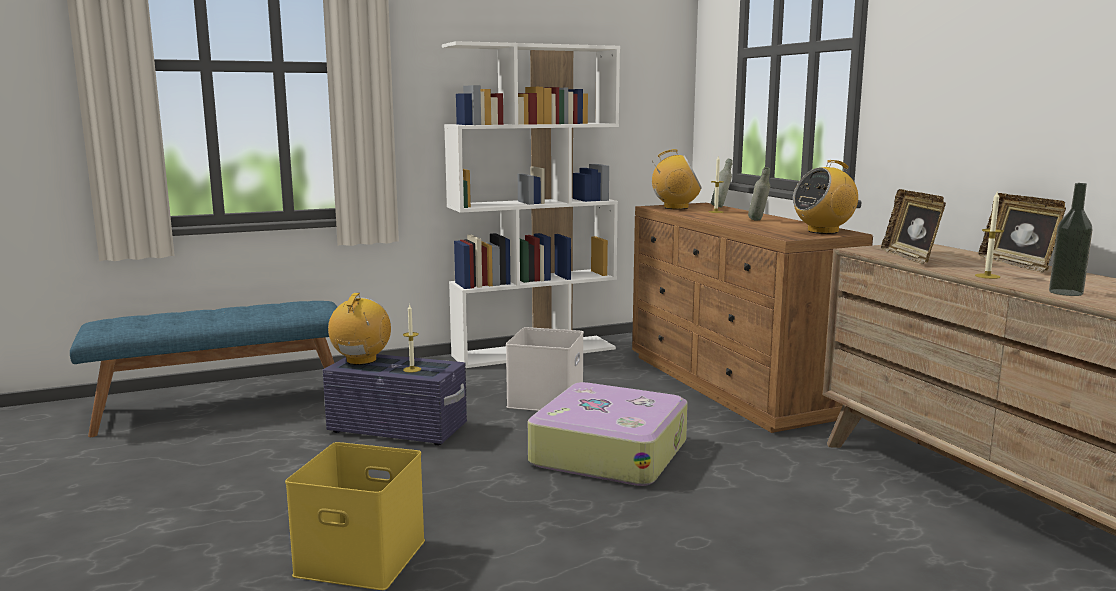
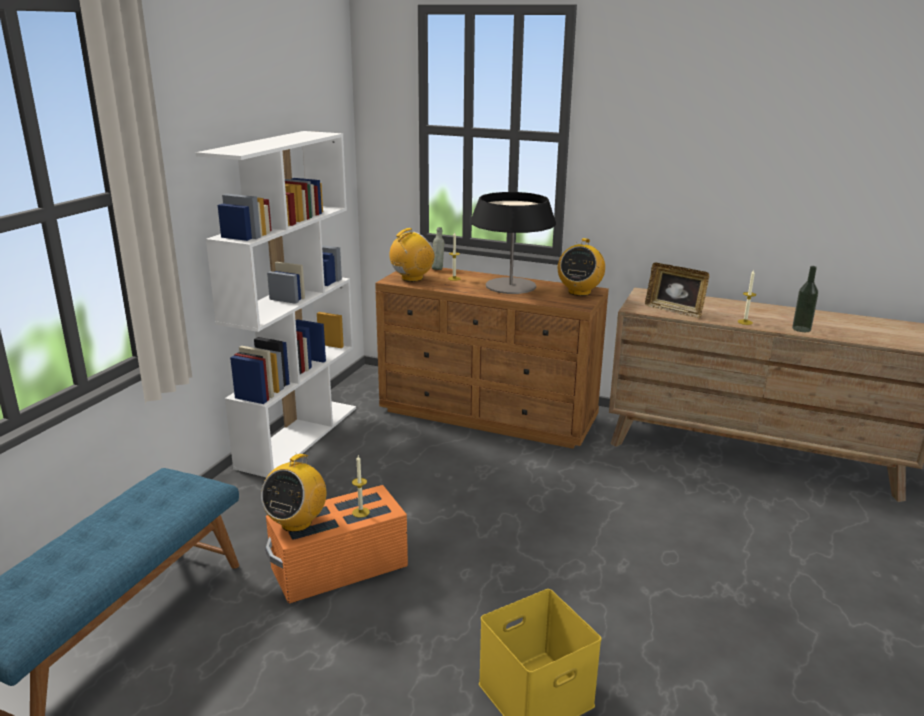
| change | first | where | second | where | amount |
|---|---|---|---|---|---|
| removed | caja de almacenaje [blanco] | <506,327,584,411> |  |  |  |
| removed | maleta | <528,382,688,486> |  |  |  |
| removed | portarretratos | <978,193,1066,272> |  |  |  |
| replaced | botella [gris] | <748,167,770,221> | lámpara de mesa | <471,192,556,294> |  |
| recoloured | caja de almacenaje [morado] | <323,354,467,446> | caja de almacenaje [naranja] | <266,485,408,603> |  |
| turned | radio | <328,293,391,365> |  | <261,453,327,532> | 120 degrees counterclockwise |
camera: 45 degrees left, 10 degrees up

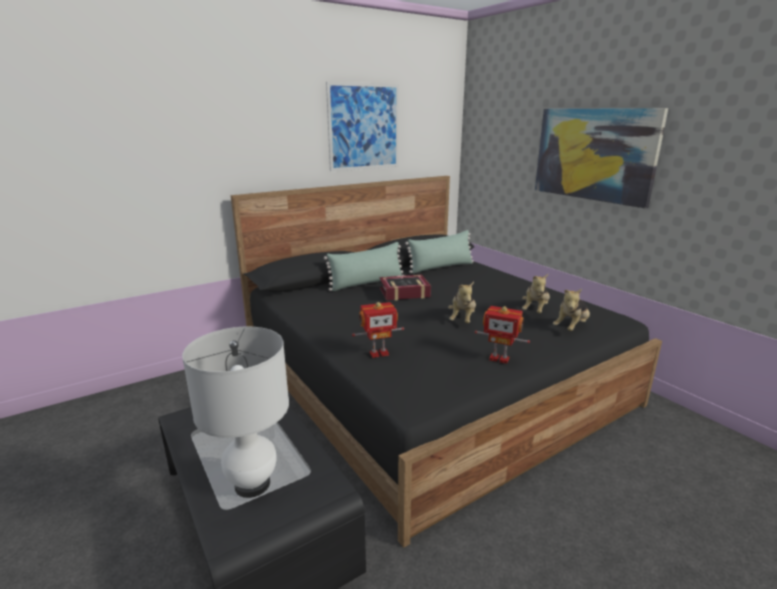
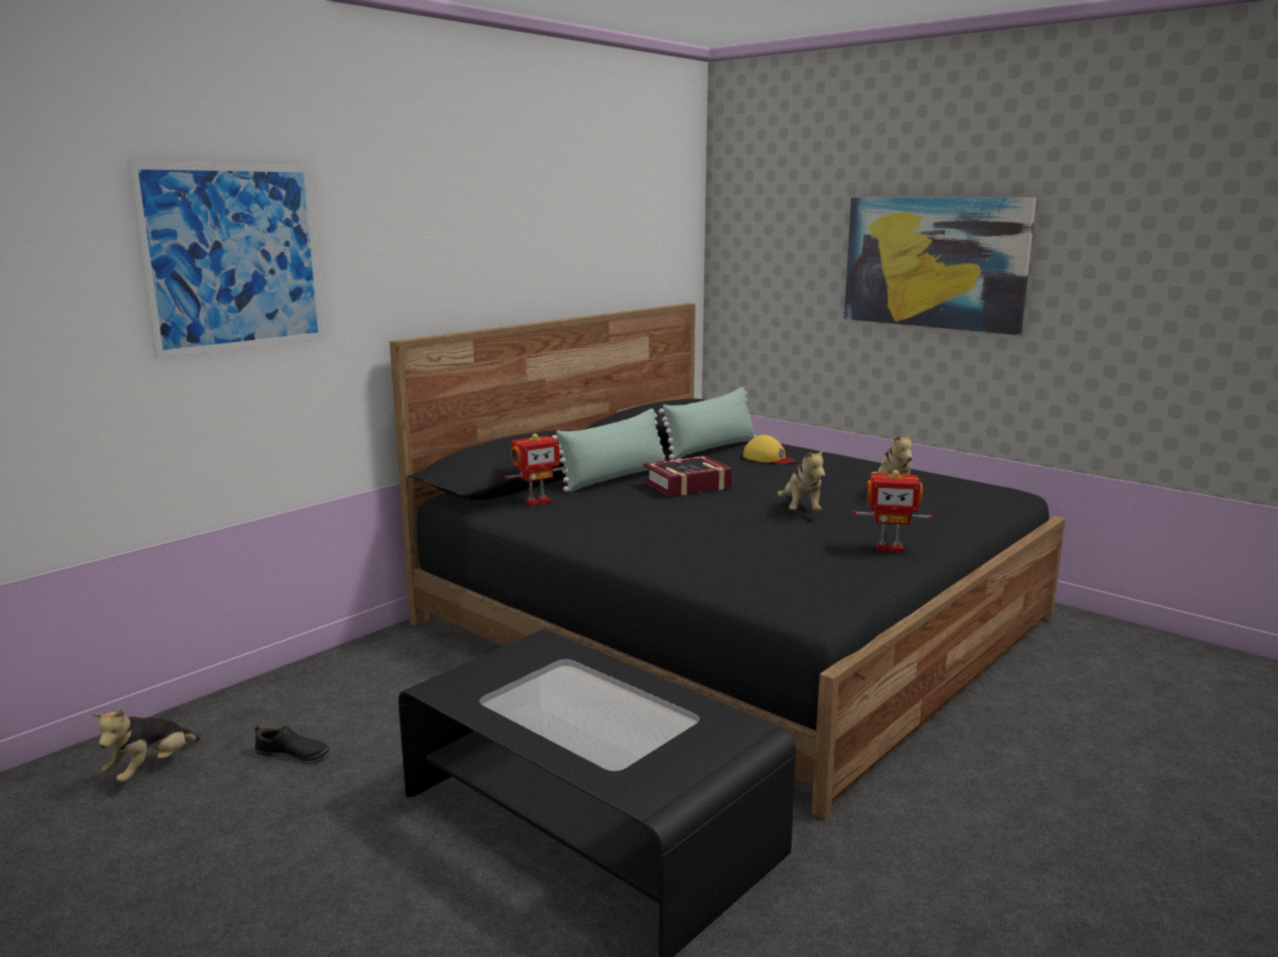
| change | first | where | second | where | amount |
|---|---|---|---|---|---|
| removed | lámpara de mesa [blanco] | <182,327,289,498> |  |  |  |
| added |  |  | zapato [negro] | <254,726,330,761> |  |
| added |  |  | gorra [amarillo] | <743,435,795,464> |  |
| moved | cuadro | <326,82,399,172> |  | <127,161,325,359> |  |
| moved | robot de juguete | <352,302,404,358> |  | <505,434,566,506> |  |
| moved | peluche | <553,289,590,331> |  | <92,709,200,783> |  |
camera: 15 degrees left, 5 degrees down

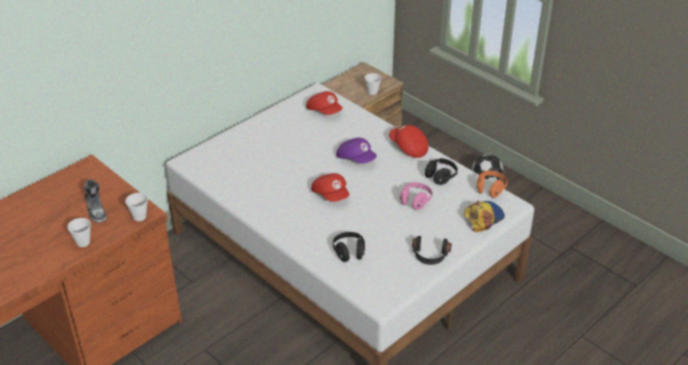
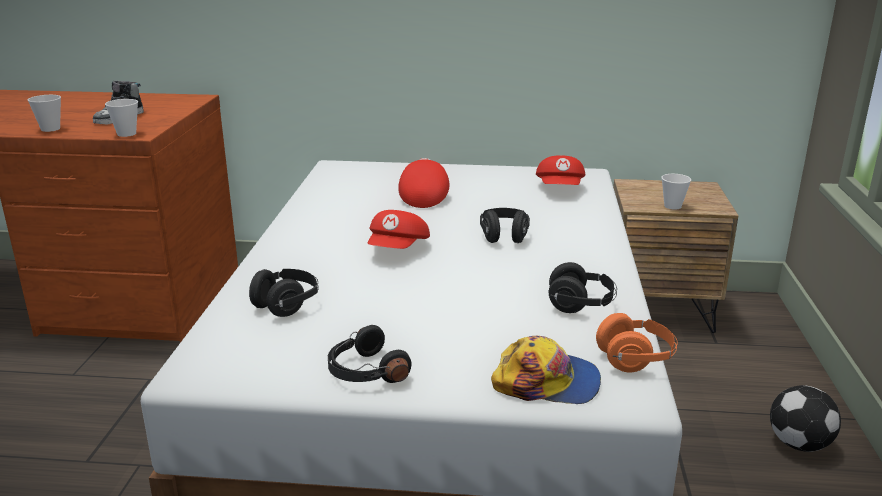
| change | first | where | second | where | amount |
|---|---|---|---|---|---|
| removed | auriculares [rosa] | <400,182,433,210> |  |  |  |
| moved | gorra [rojo] | <389,125,428,158> |  | <398,158,450,208> |  |
| replaced | gorra [morado] | <336,138,377,164> | auriculares [negro] | <480,208,530,243> |  |
camera: 50 degrees right, 15 degrees down

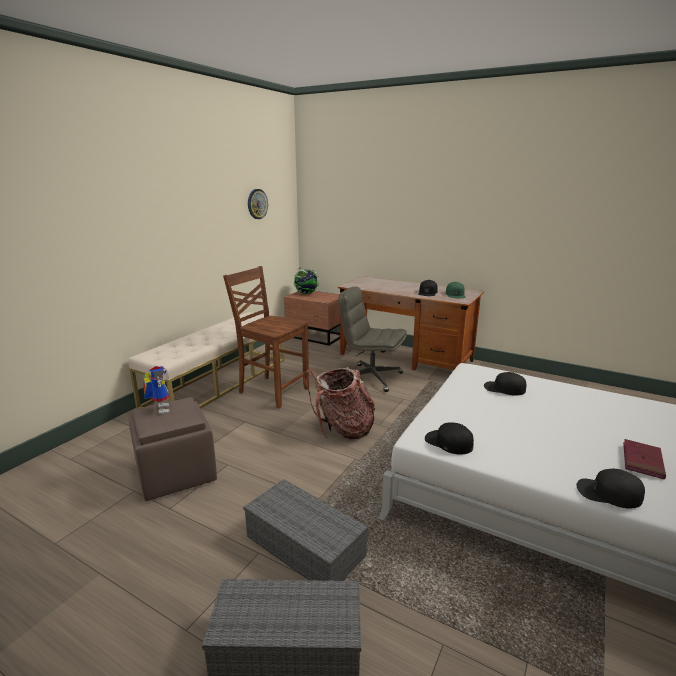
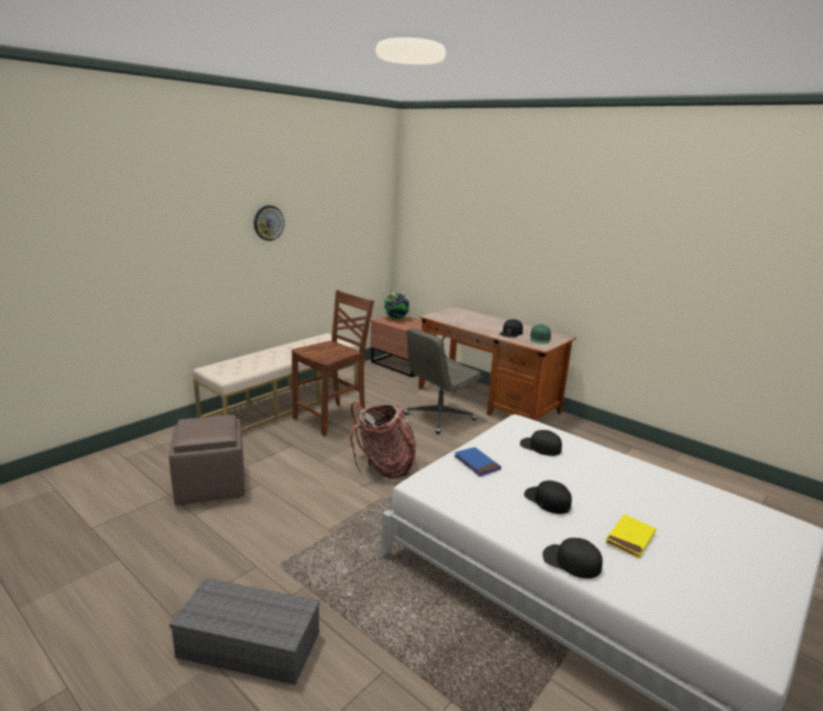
| change | first | where | second | where | amount |
|---|---|---|---|---|---|
| removed | robot de juguete | <143,366,169,414> |  |  |  |
| removed | caja de almacenaje [gris] | <243,479,368,581> |  |  |  |
| added |  |  | libro [azul] | <454,447,501,476> |  |
| moved | reloj de pared | <248,189,268,219> |  | <254,205,284,241> |  |
| moved | gorra [negro] | <425,422,474,455> |  | <524,480,572,514> |  |
| recoloured | libro [rojo] | <623,439,666,479> | libro [amarillo] | <605,514,656,558> |  |
| turned | silla [marrón] | <223,266,309,408> |  | <291,290,374,436> | 90 degrees clockwise |
| turned | silla de oficina [gris] | <338,287,407,392> |  | <404,328,481,434> | 75 degrees counterclockwise |
camera: 10 degrees right, 0 degrees up

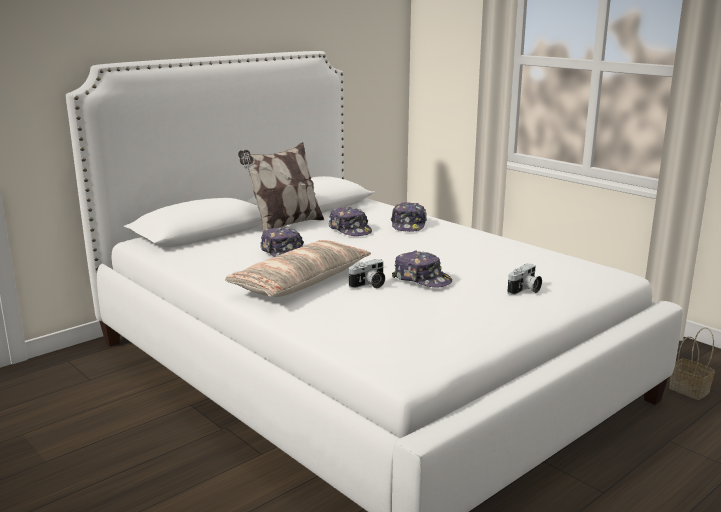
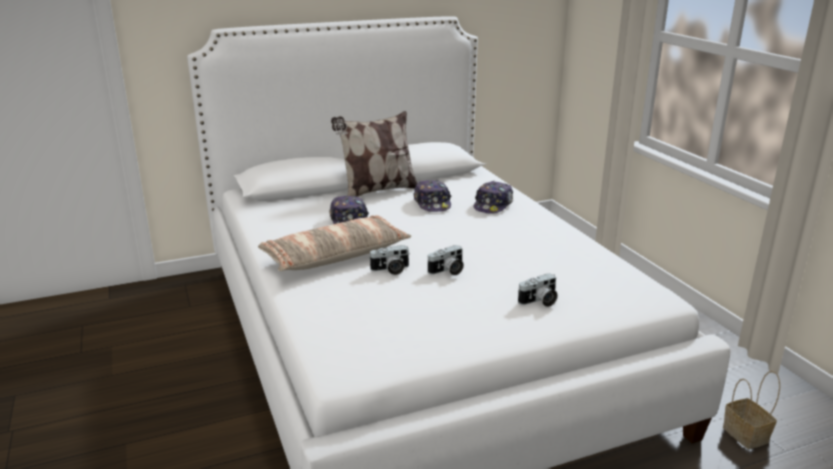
| change | first | where | second | where | amount |
|---|---|---|---|---|---|
| replaced | gorra | <392,250,452,288> | cámara | <427,245,464,275> |  |
camera: 20 degrees right, 5 degrees up

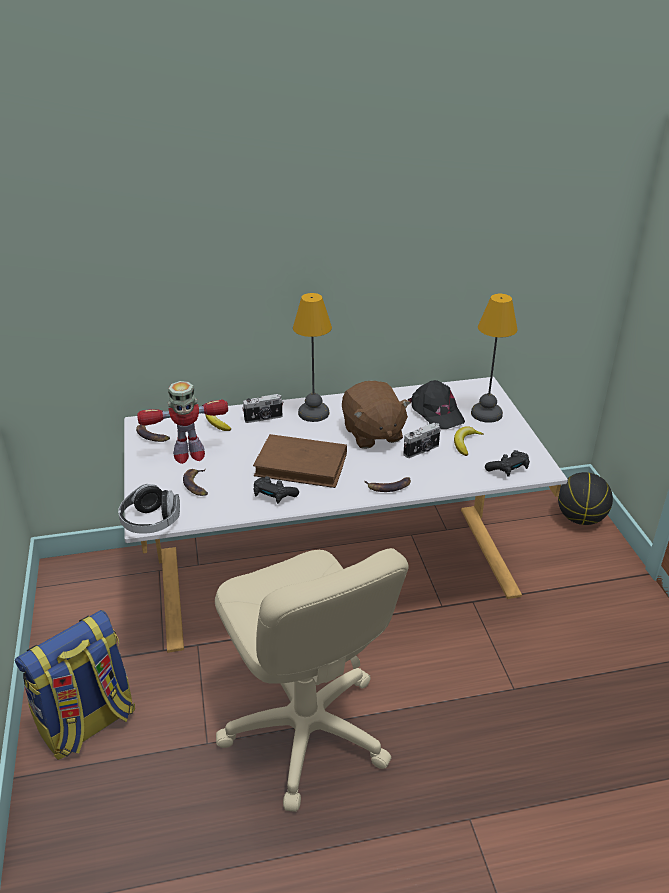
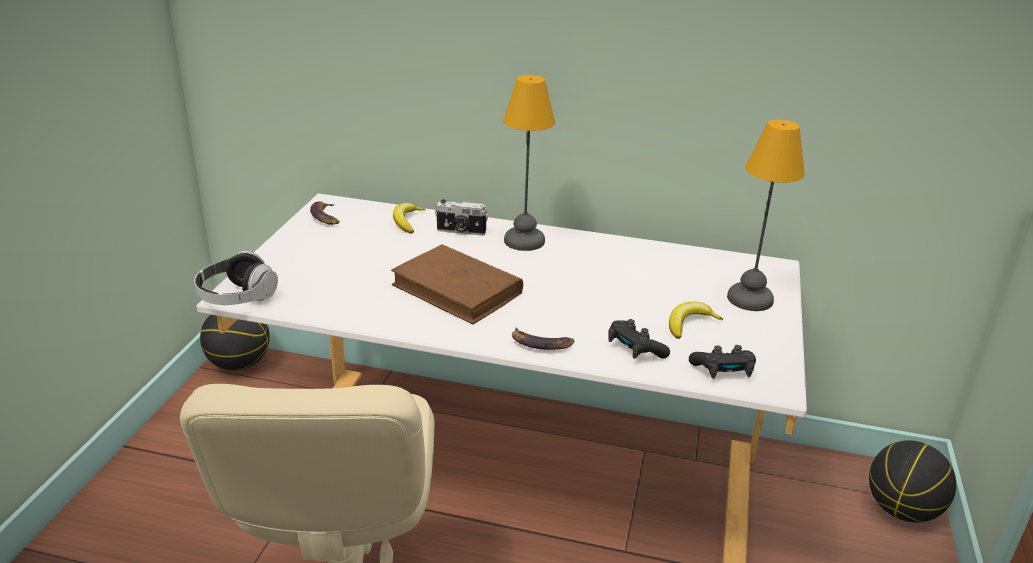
| change | first | where | second | where | amount |
|---|---|---|---|---|---|
| removed | mochila | <15,610,135,760> |  |  |  |
| removed | robot de juguete | <137,381,228,464> |  |  |  |
| removed | plátano | <183,469,208,496> |  |  |  |
| removed | peluche [marrón] | <342,381,411,449> |  |  |  |
| removed | cámara | <403,423,440,458> |  |  |  |
| removed | gorra [negro] | <408,380,465,429> |  |  |  |
| added |  |  | balón de baloncesto | <200,315,270,371> |  |
| moved | mando de consola [negro] | <253,476,299,504> |  | <608,319,670,359> |  |
camera: 25 degrees right, 5 degrees down

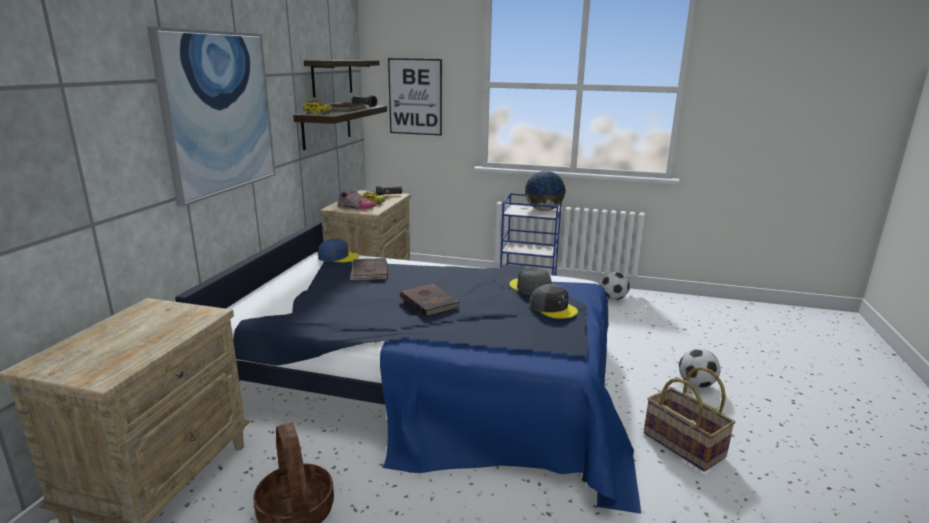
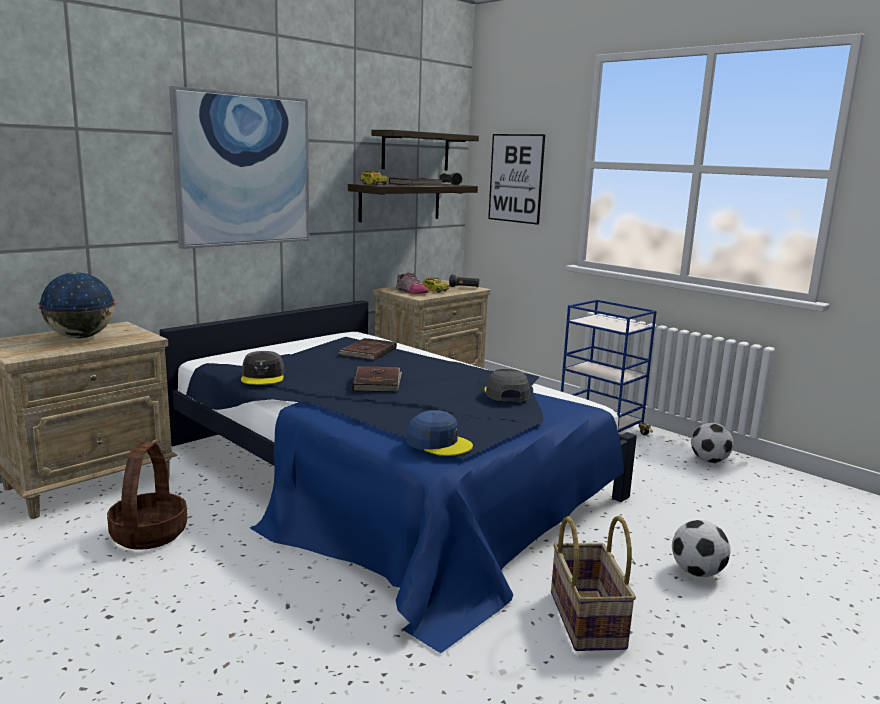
| change | first | where | second | where | amount |
|---|---|---|---|---|---|
| moved | gorra [azul] | <318,239,359,263> |  | <406,410,473,456> |  |
| moved | globo terráqueo | <524,171,566,211> |  | <39,272,115,338> |  |
| moved | gorra [gris] | <530,284,578,319> |  | <241,351,284,385> |  |
camera: 30 degrees right, 5 degrees down

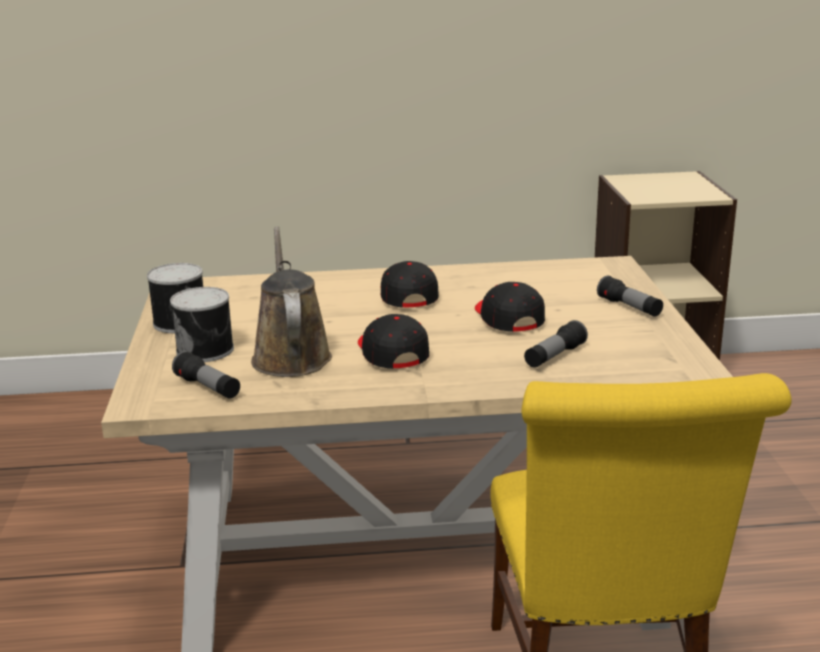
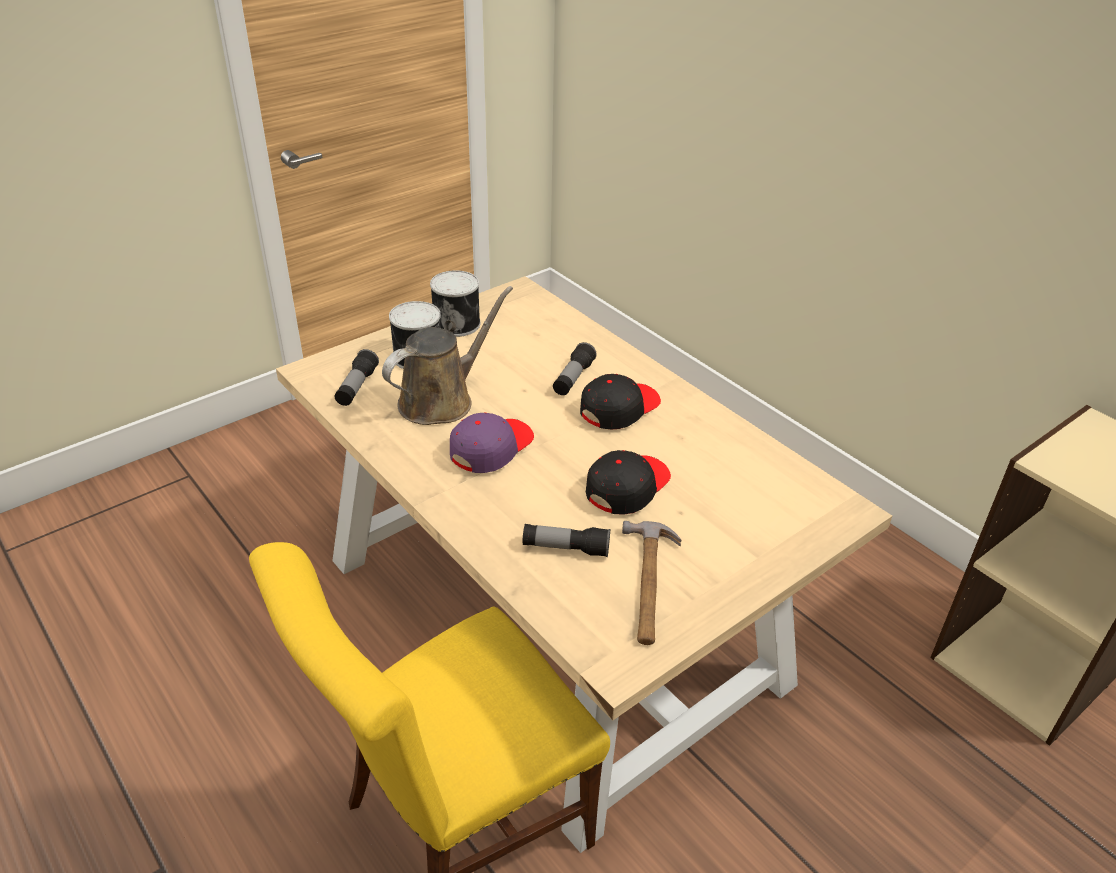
| change | first | where | second | where | amount |
|---|---|---|---|---|---|
| added |  |  | martillo | <622,521,681,645> |  |
| moved | linterna | <597,276,663,317> |  | <553,342,597,395> |  |
| recoloured | gorra [negro] | <358,314,429,369> | gorra [morado] | <450,412,534,473> |  |
camera: 55 degrees right, 15 degrees up

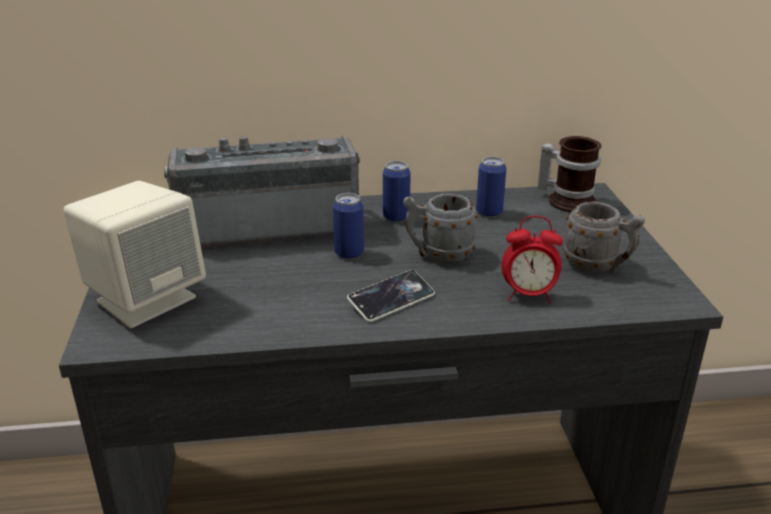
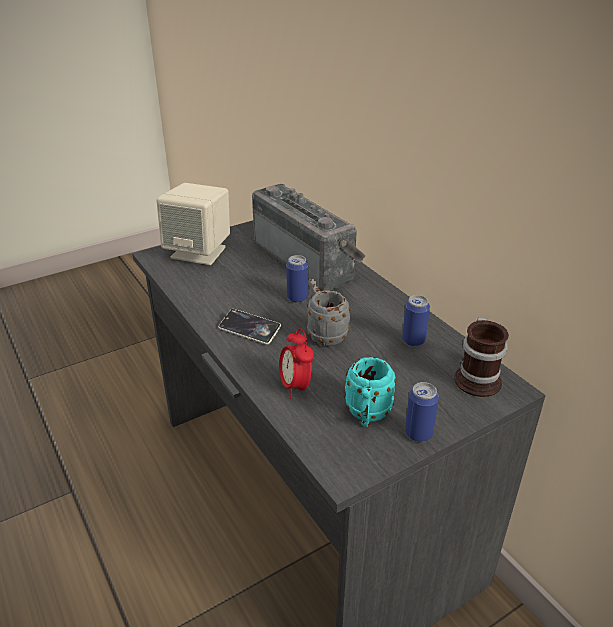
| change | first | where | second | where | amount |
|---|---|---|---|---|---|
| moved | lata | <383,161,411,222> |  | <405,382,439,442> |  |
| recoloured | taza grande [gris] | <563,202,645,273> | taza grande [turquesa] | <345,357,397,427> |  |
camera: 65 degrees right, 5 degrees up

